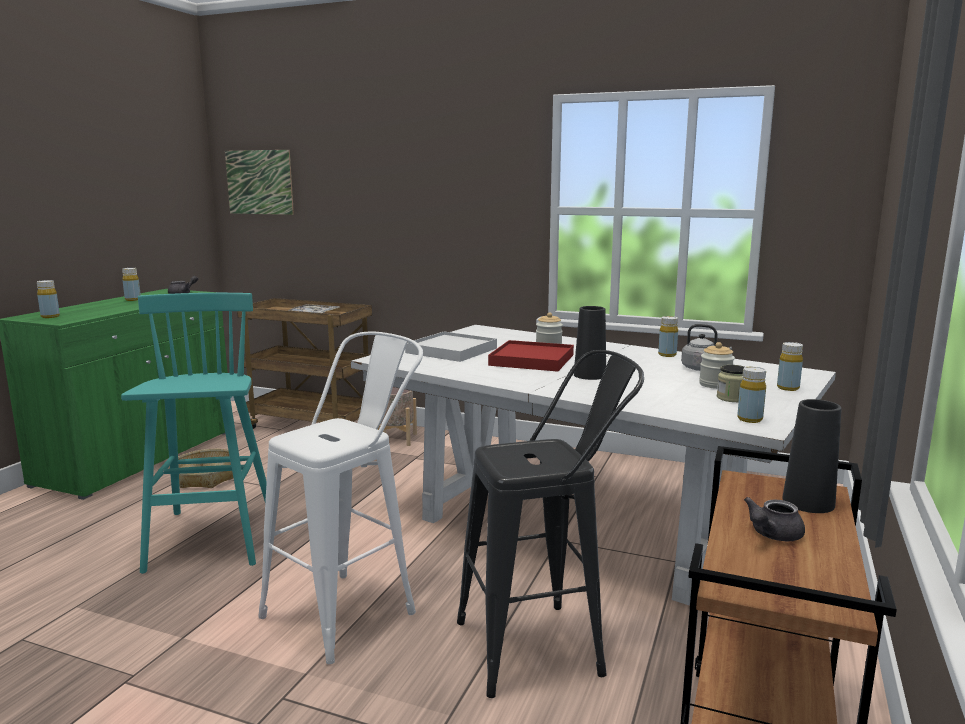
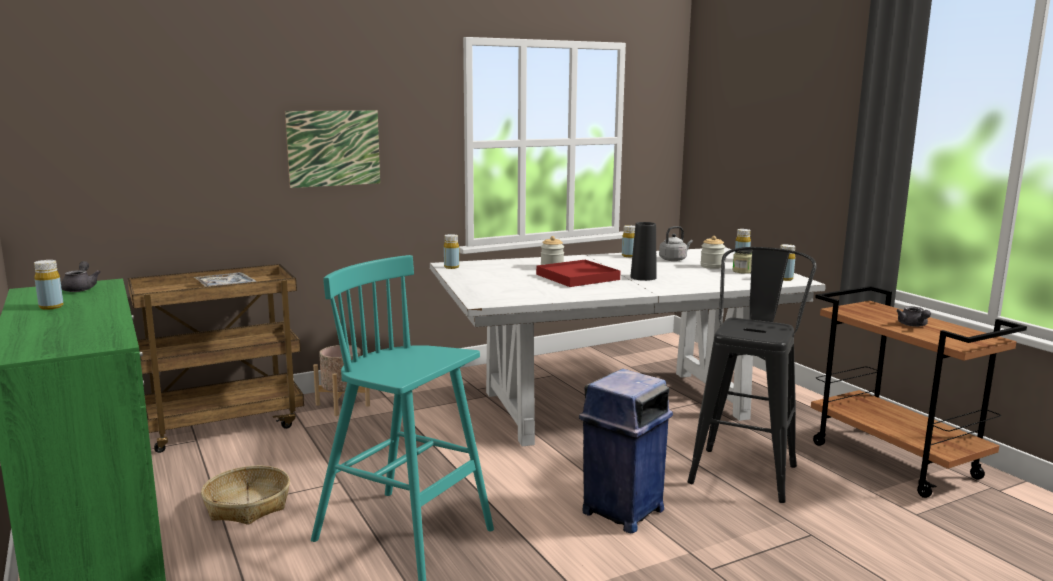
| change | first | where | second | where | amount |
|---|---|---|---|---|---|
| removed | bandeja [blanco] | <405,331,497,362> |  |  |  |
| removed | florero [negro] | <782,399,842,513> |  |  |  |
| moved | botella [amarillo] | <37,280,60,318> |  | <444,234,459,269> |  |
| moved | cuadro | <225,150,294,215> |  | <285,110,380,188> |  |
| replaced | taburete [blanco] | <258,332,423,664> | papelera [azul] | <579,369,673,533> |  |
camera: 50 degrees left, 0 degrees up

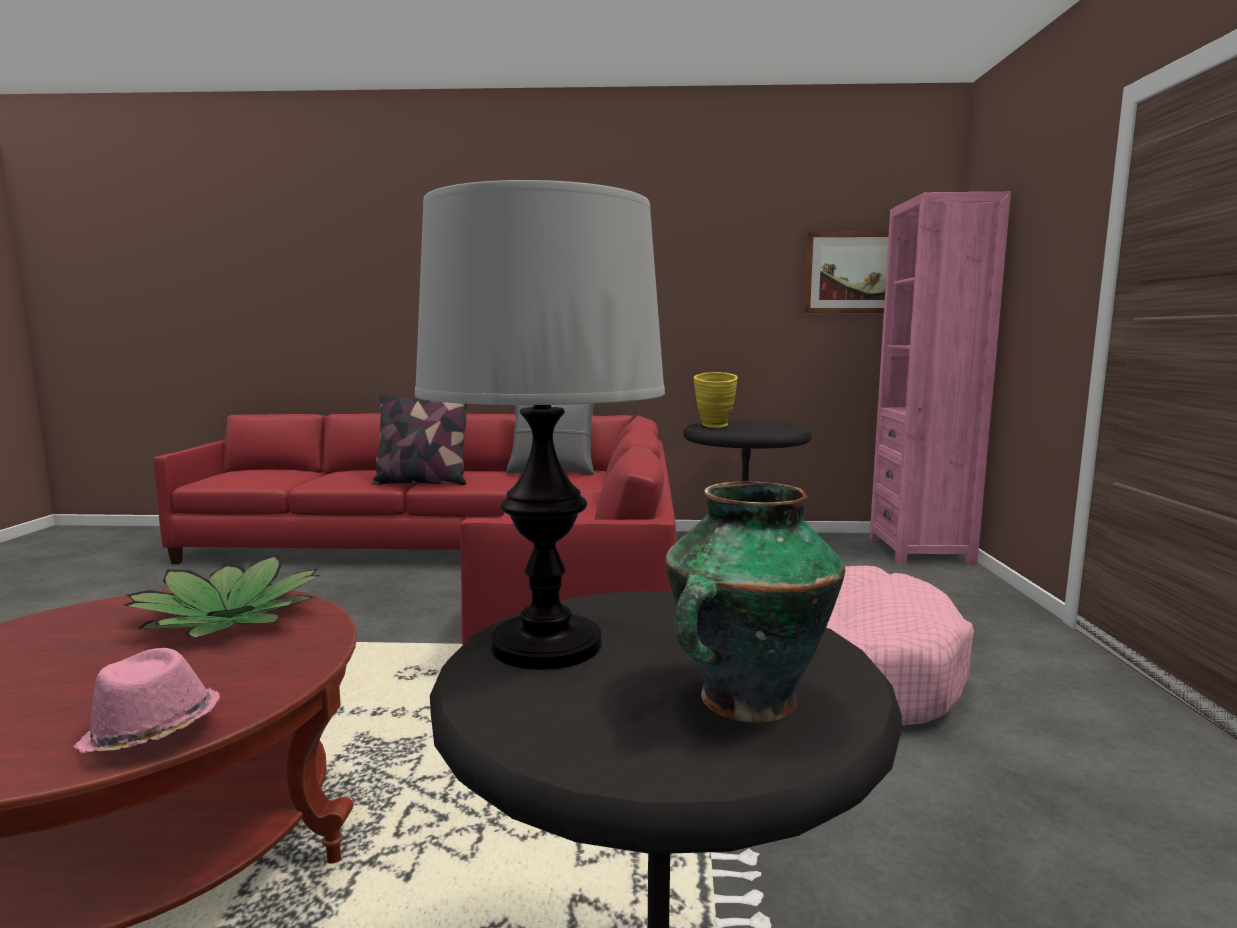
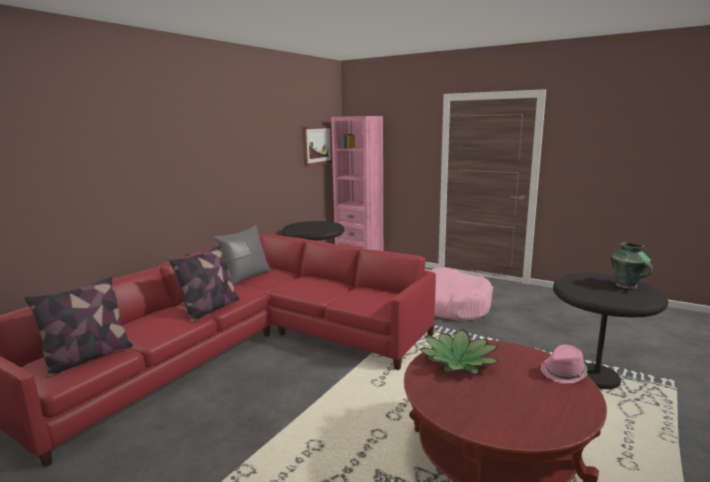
| change | first | where | second | where | amount |
|---|---|---|---|---|---|
| removed | lámpara de mesa | <415,180,665,670> |  |  |  |
| removed | florero [amarillo] | <694,372,738,428> |  |  |  |
| added |  |  | cojín | <25,276,133,378> |  |
camera: 60 degrees left, 5 degrees up

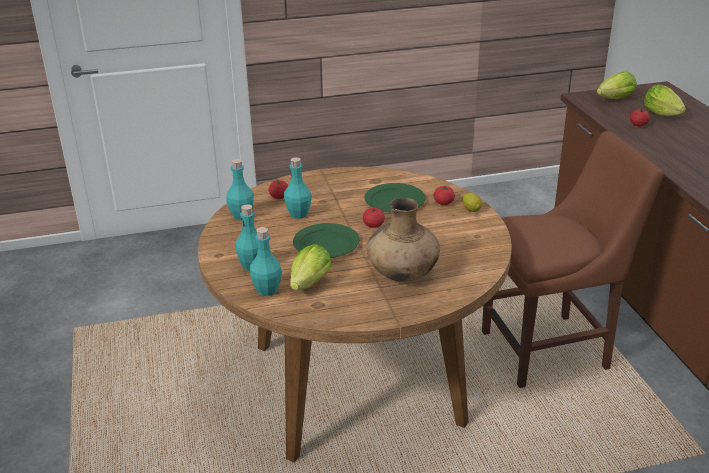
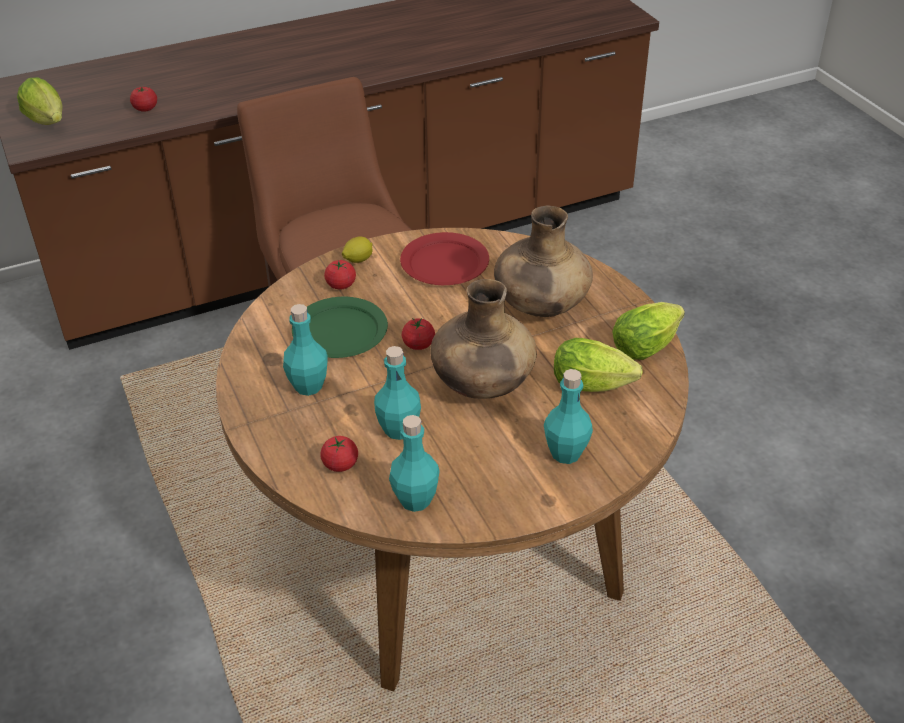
| change | first | where | second | where | amount |
|---|---|---|---|---|---|
| added |  |  | plato [rojo] | <400,232,489,285> |  |
| moved | botella [turquesa] | <250,227,282,296> |  | <283,304,328,396> |  |
| moved | lechuga | <644,85,686,116> |  | <612,302,685,360> |  |
| replaced | plato [verde] | <293,223,359,258> | florero [marrón] | <430,279,537,399> |  |
camera: 100 degrees left, 10 degrees up

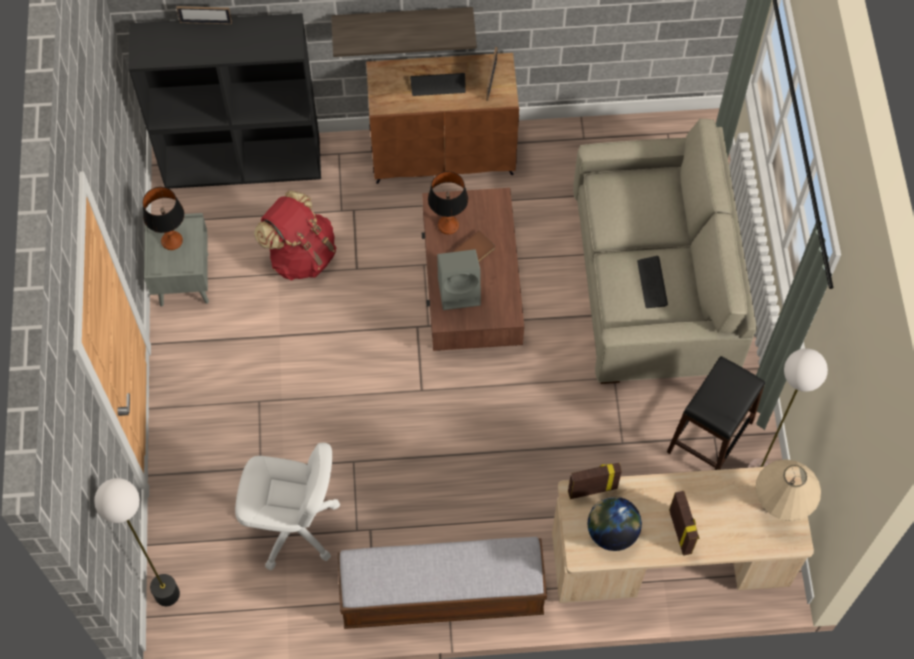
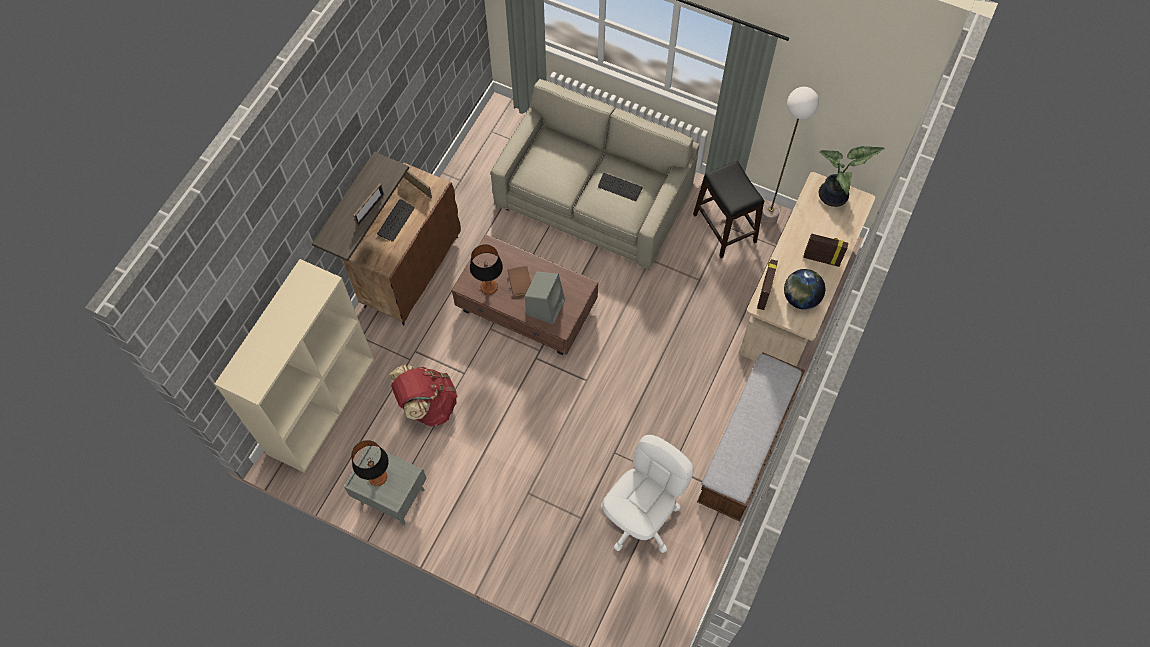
| change | first | where | second | where | amount |
|---|---|---|---|---|---|
| removed | lámpara de pie | <94,478,180,606> |  |  |  |
| moved | portarretratos | <176,6,232,24> |  | <353,184,384,227> |  |
| replaced | lámpara de mesa [beis] | <755,459,821,521> | planta en maceta | <819,146,885,207> |  |
| recoloured | estantería [negro] | <129,13,321,189> | estantería [beis] | <215,259,374,473> |  |
camera: 60 degrees left, 0 degrees up

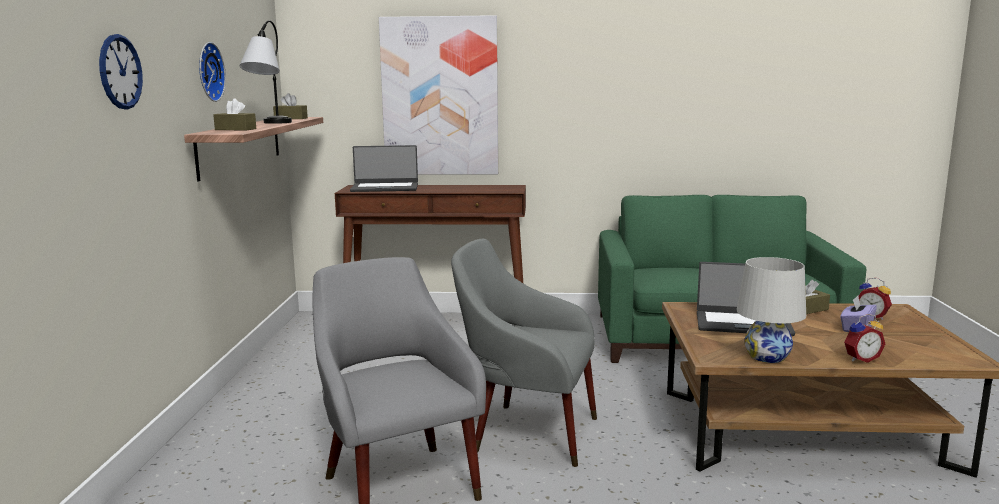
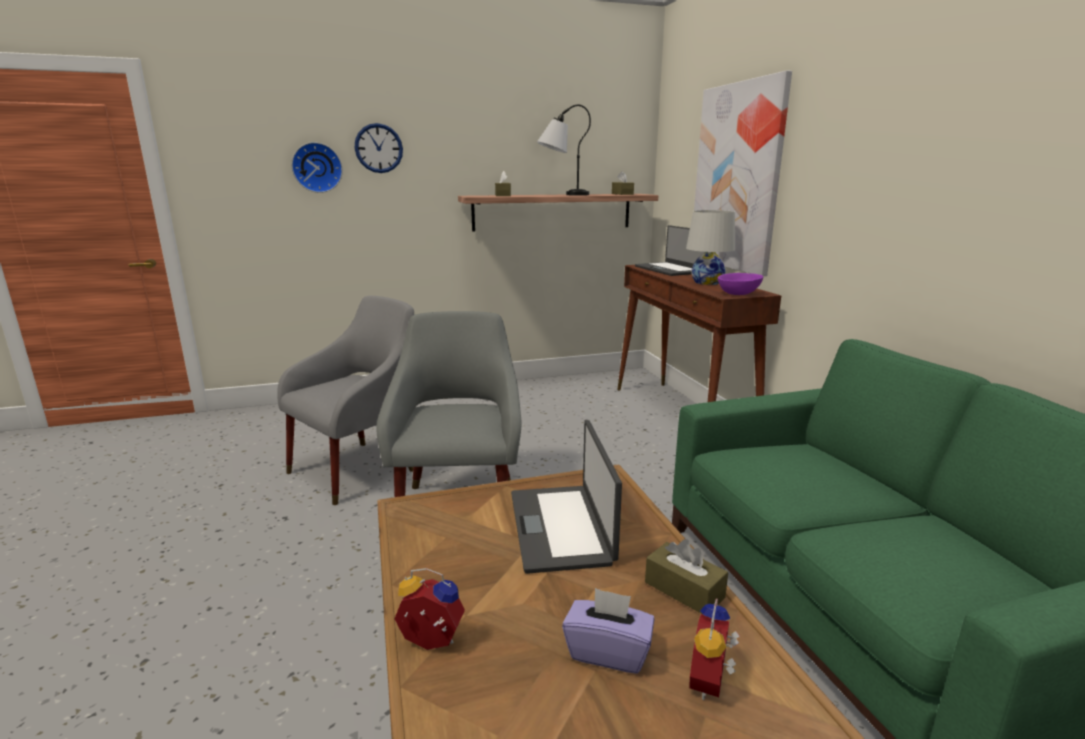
| change | first | where | second | where | amount |
|---|---|---|---|---|---|
| added |  |  | cuenco [morado] | <718,273,763,295> |  |
| moved | reloj de pared | <199,42,226,102> |  | <291,142,343,193> |  |
| moved | lámpara de mesa [blanco] | <736,257,806,363> |  | <686,210,735,285> |  |
| turned | despertador | <844,314,885,363> |  | <394,568,465,650> | 135 degrees clockwise |
camera: 70 degrees right, 5 degrees up

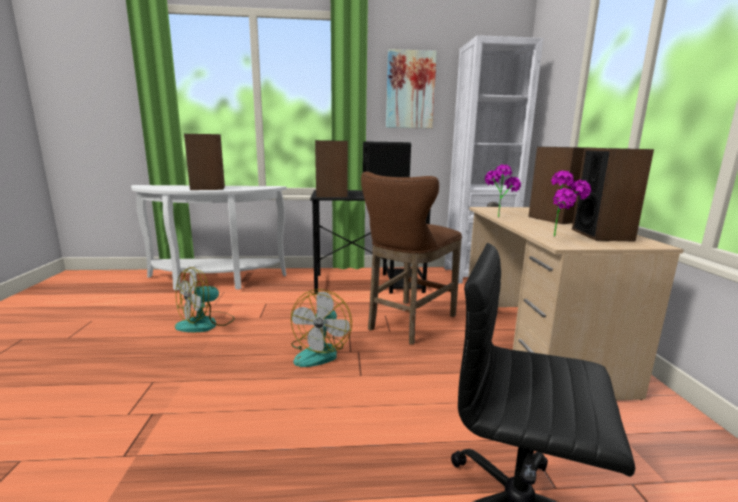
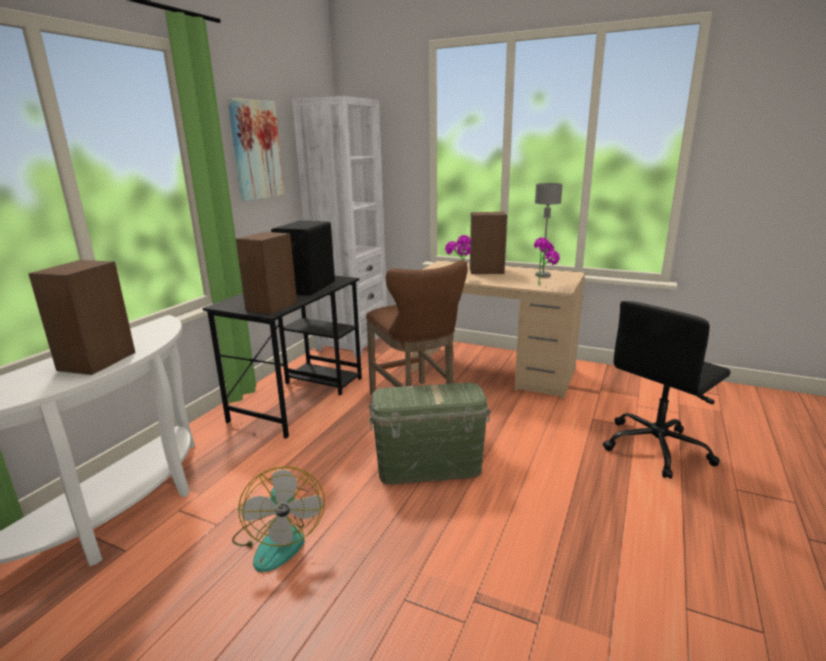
| change | first | where | second | where | amount |
|---|---|---|---|---|---|
| replaced | ventilador | <291,289,352,367> | caja de almacenaje [verde] | <369,383,491,484> |  |
| replaced | altavoz | <572,148,654,242> | lámpara de mesa [gris] | <535,183,563,277> |  |
camera: 60 degrees left, 5 degrees up

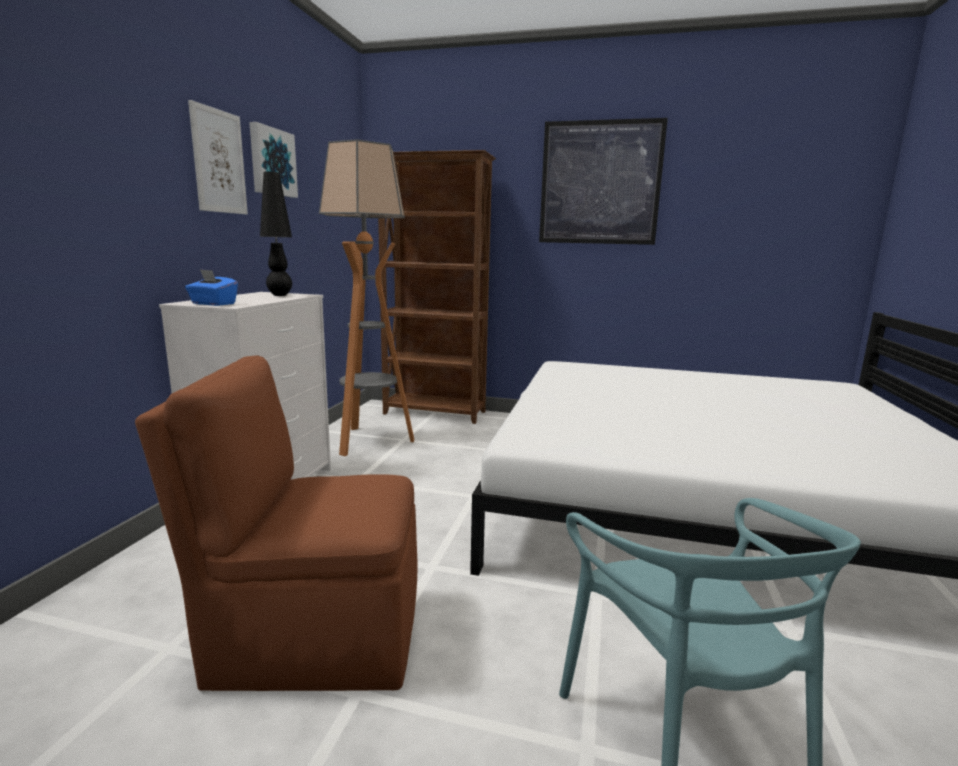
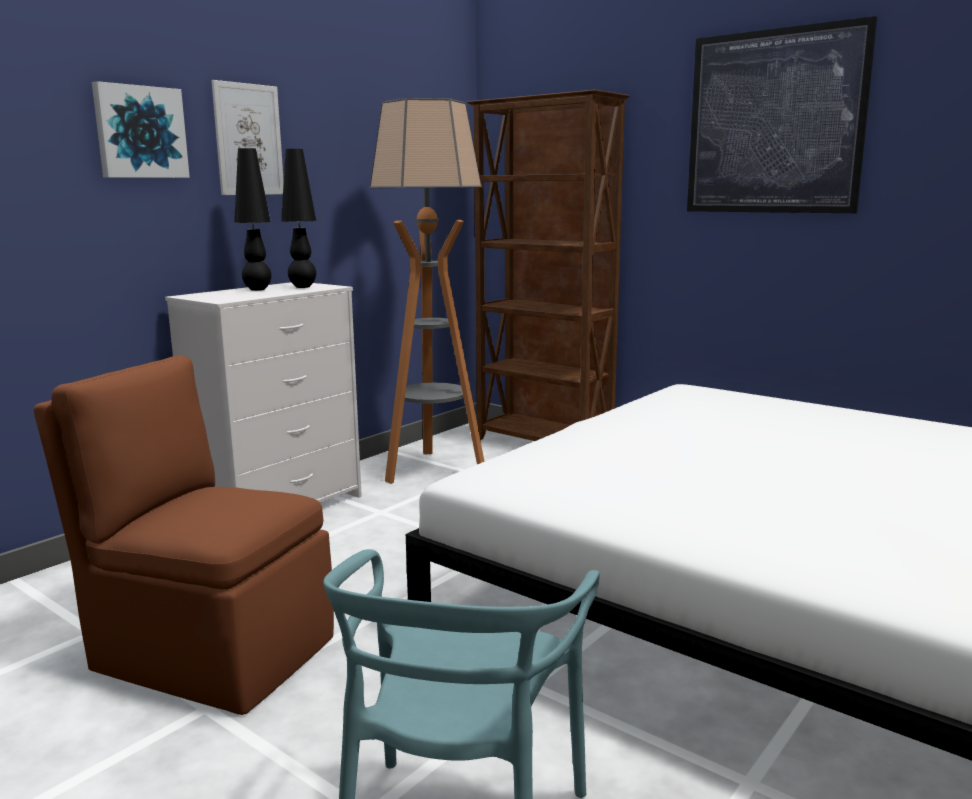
| change | first | where | second | where | amount |
|---|---|---|---|---|---|
| removed | caja de pañuelos [azul] | <185,269,238,306> |  |  |  |
| added |  |  | lámpara de mesa [negro] | <234,148,272,291> |  |
| moved | cuadro | <249,122,298,198> |  | <92,81,190,178> |  |
camera: 25 degrees right, 0 degrees up

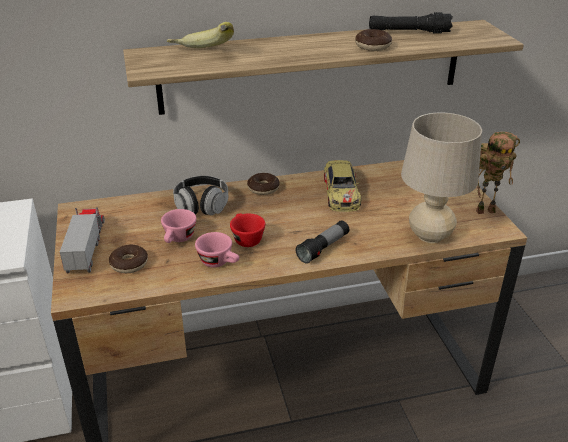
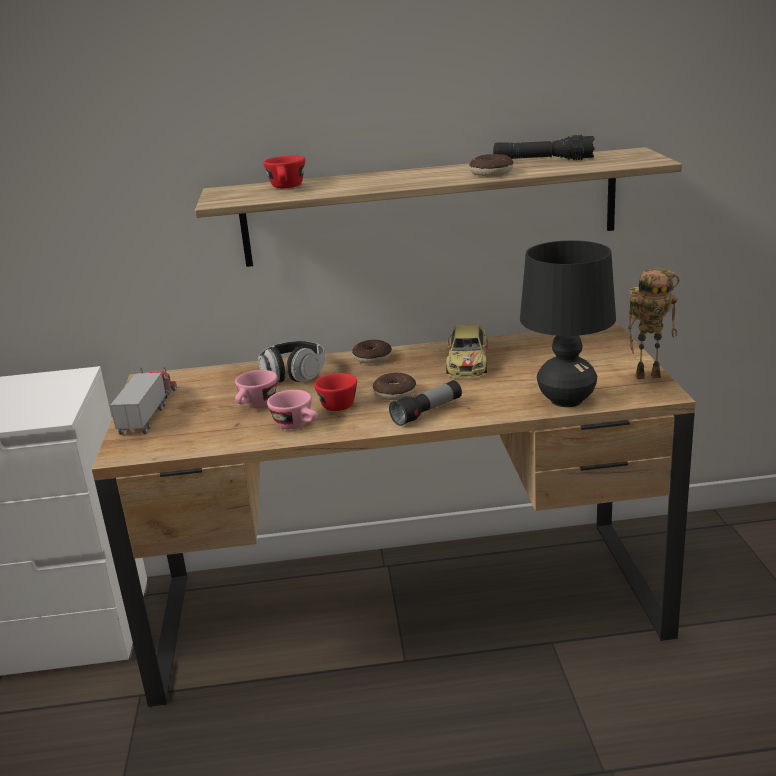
| change | first | where | second | where | amount |
|---|---|---|---|---|---|
| moved | rosquilla | <109,244,148,273> |  | <373,373,416,400> |  |
| replaced | plátano | <167,22,234,48> | taza [rojo] | <263,156,305,188> |  |
| recoloured | lámpara de mesa [beis] | <401,112,482,243> | lámpara de mesa [negro] | <520,240,616,407> |  |
camera: 10 degrees right, 10 degrees down

